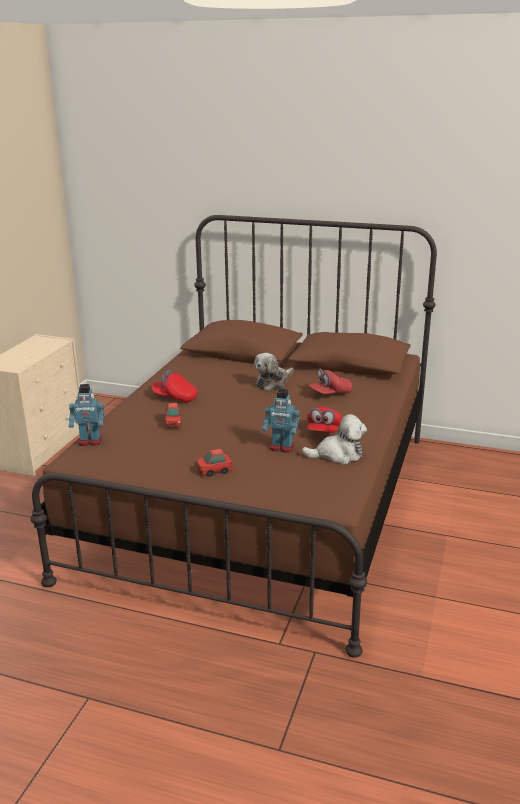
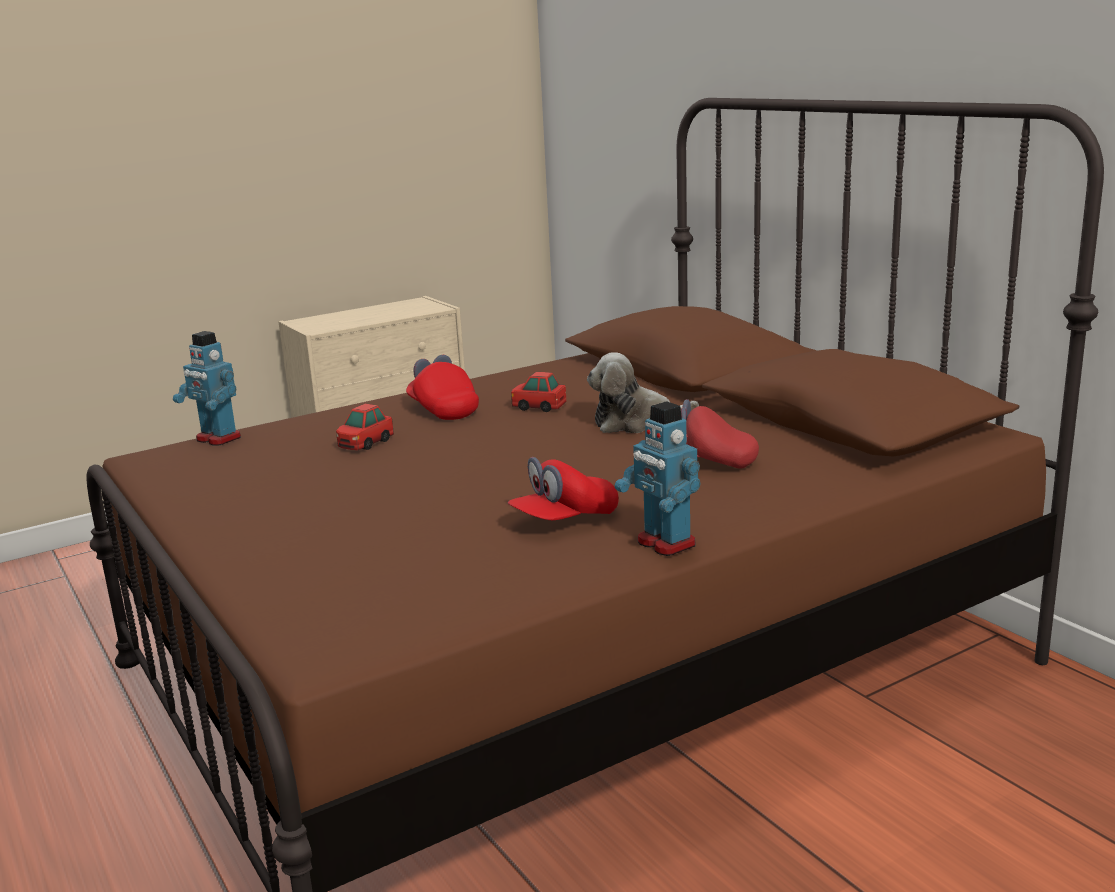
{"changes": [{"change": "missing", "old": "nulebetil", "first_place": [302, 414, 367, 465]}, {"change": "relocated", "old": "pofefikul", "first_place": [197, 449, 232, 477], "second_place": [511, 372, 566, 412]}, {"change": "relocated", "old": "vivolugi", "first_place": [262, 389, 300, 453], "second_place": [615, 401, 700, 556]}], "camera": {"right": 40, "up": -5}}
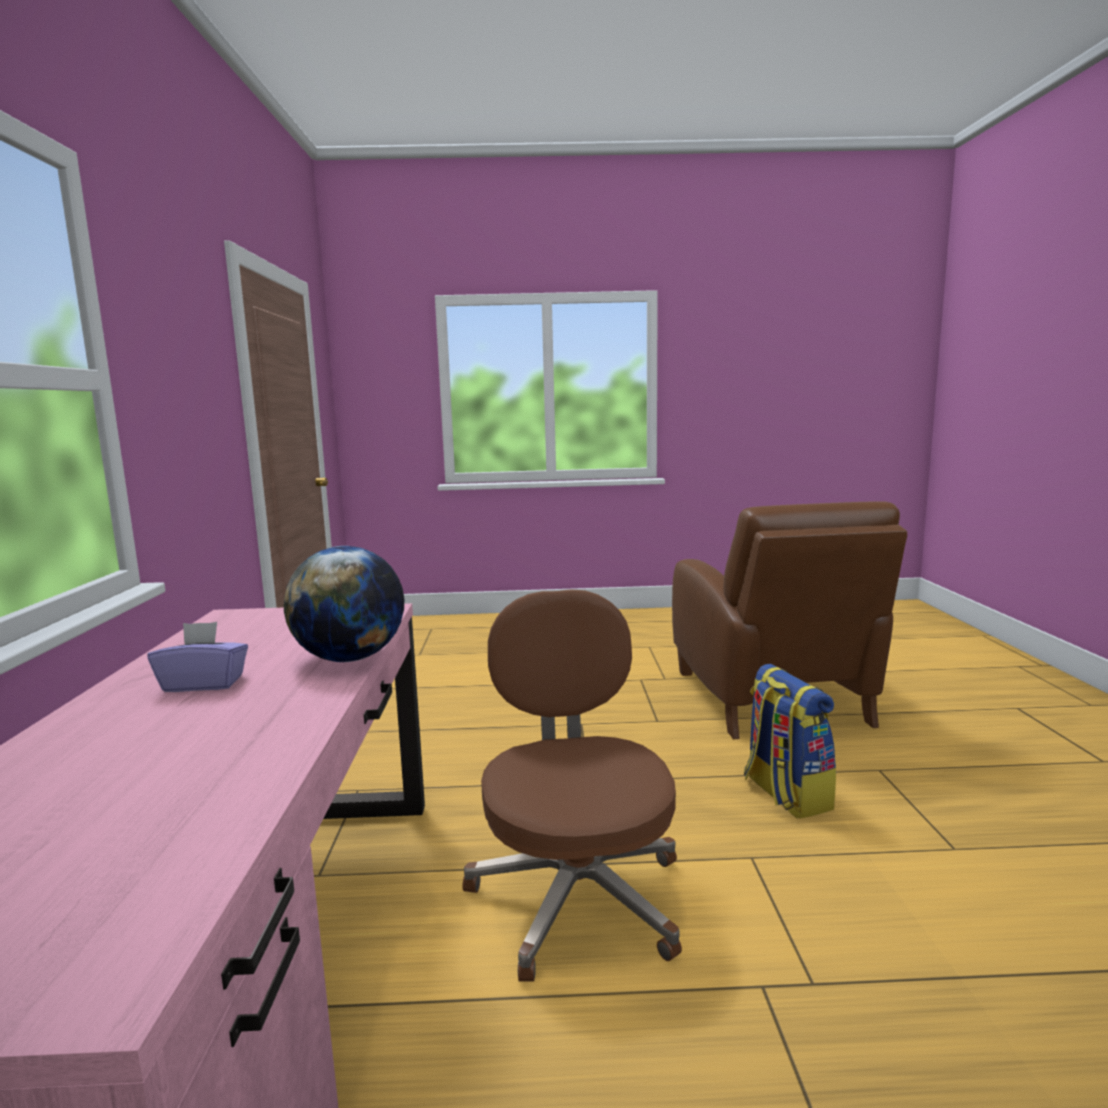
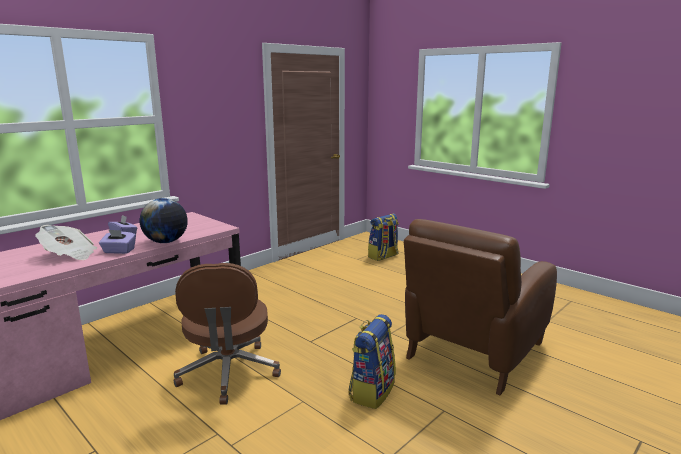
{"changes": [{"change": "appeared", "new": "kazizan", "second_place": [35, 225, 97, 260]}, {"change": "appeared", "new": "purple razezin", "second_place": [99, 230, 136, 254]}, {"change": "appeared", "new": "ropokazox", "second_place": [368, 214, 399, 261]}, {"change": "spun", "old": "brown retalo", "first_place": [463, 589, 682, 981], "second_place": [174, 263, 281, 405], "degrees": 135}], "camera": {"right": 45, "up": 5}}
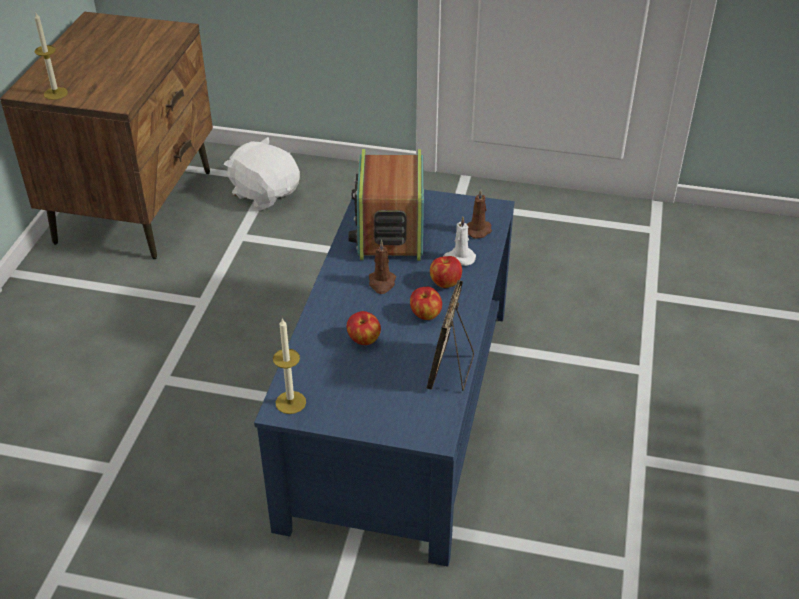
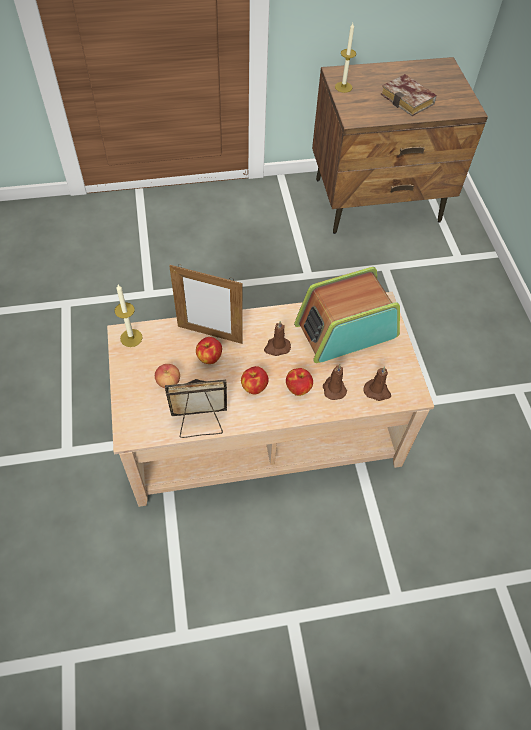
{"changes": [{"change": "missing", "old": "white nulebetil", "first_place": [224, 137, 300, 211]}, {"change": "appeared", "new": "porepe", "second_place": [155, 364, 180, 388]}, {"change": "appeared", "new": "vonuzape", "second_place": [169, 264, 243, 344]}, {"change": "appeared", "new": "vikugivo", "second_place": [381, 74, 437, 116]}, {"change": "colour", "old": "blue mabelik", "new": "beige mabelik", "first_place": [254, 190, 515, 567], "second_place": [107, 292, 434, 507]}, {"change": "colour", "old": "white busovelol", "new": "brown busovelol", "first_place": [443, 216, 476, 266], "second_place": [323, 364, 347, 400]}], "camera": {"right": 65, "up": 15}}
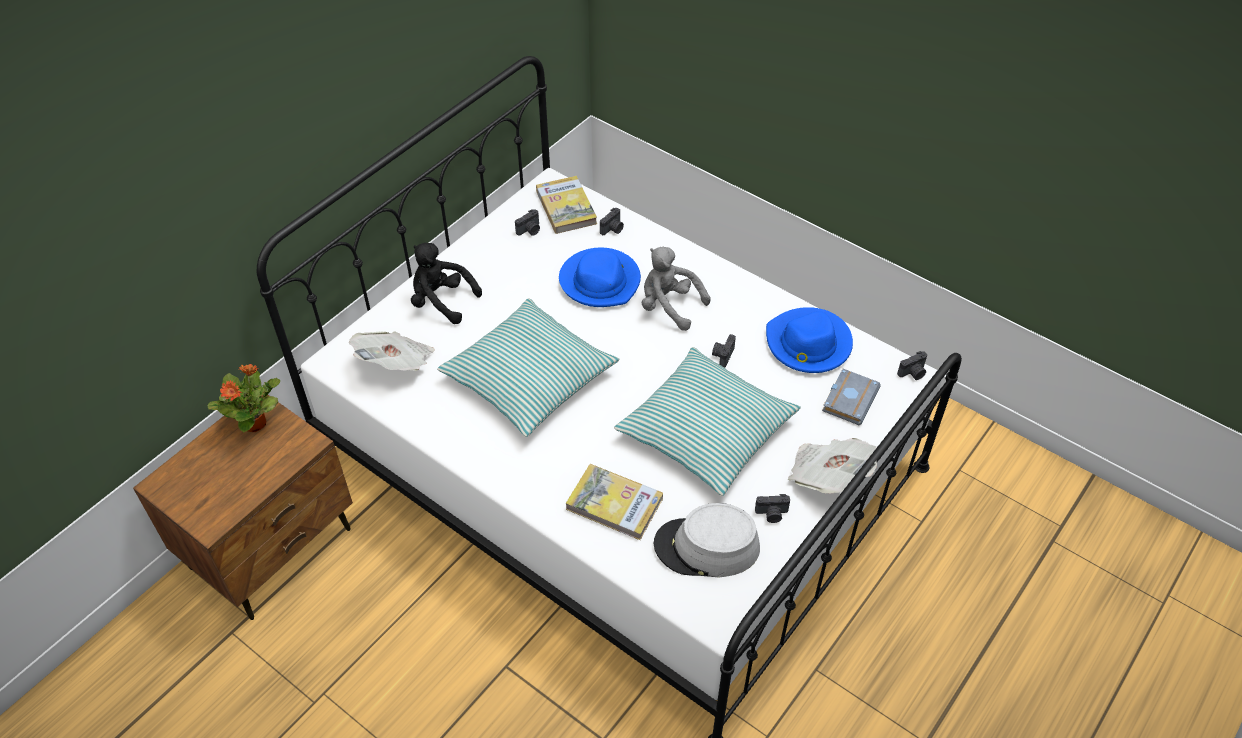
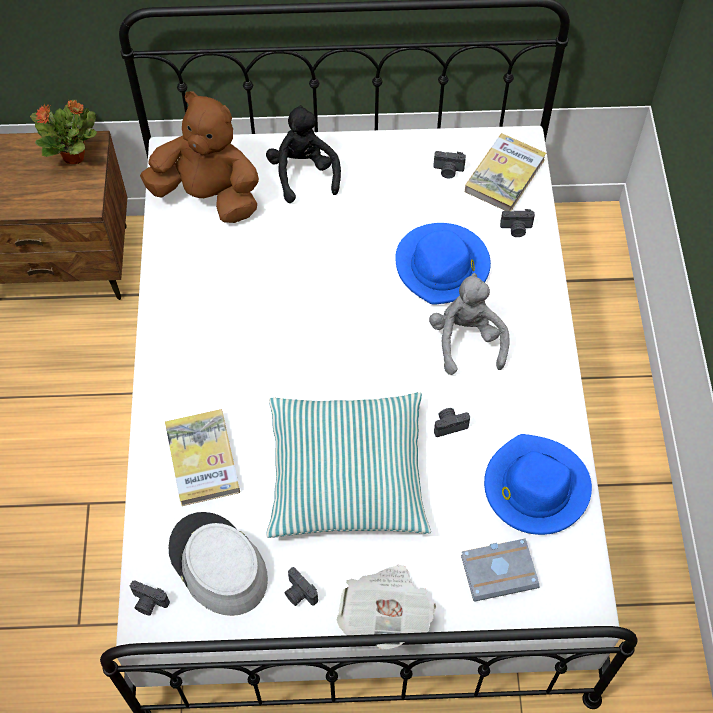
{"changes": [{"change": "missing", "old": "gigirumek", "first_place": [437, 298, 619, 437]}, {"change": "relocated", "old": "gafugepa", "first_place": [897, 351, 927, 380], "second_place": [130, 580, 170, 616]}, {"change": "exchanged", "old": "kazizan", "new": "brown nulebetil", "first_place": [349, 332, 435, 371], "second_place": [140, 91, 259, 223]}], "camera": {"right": 50, "up": 10}}
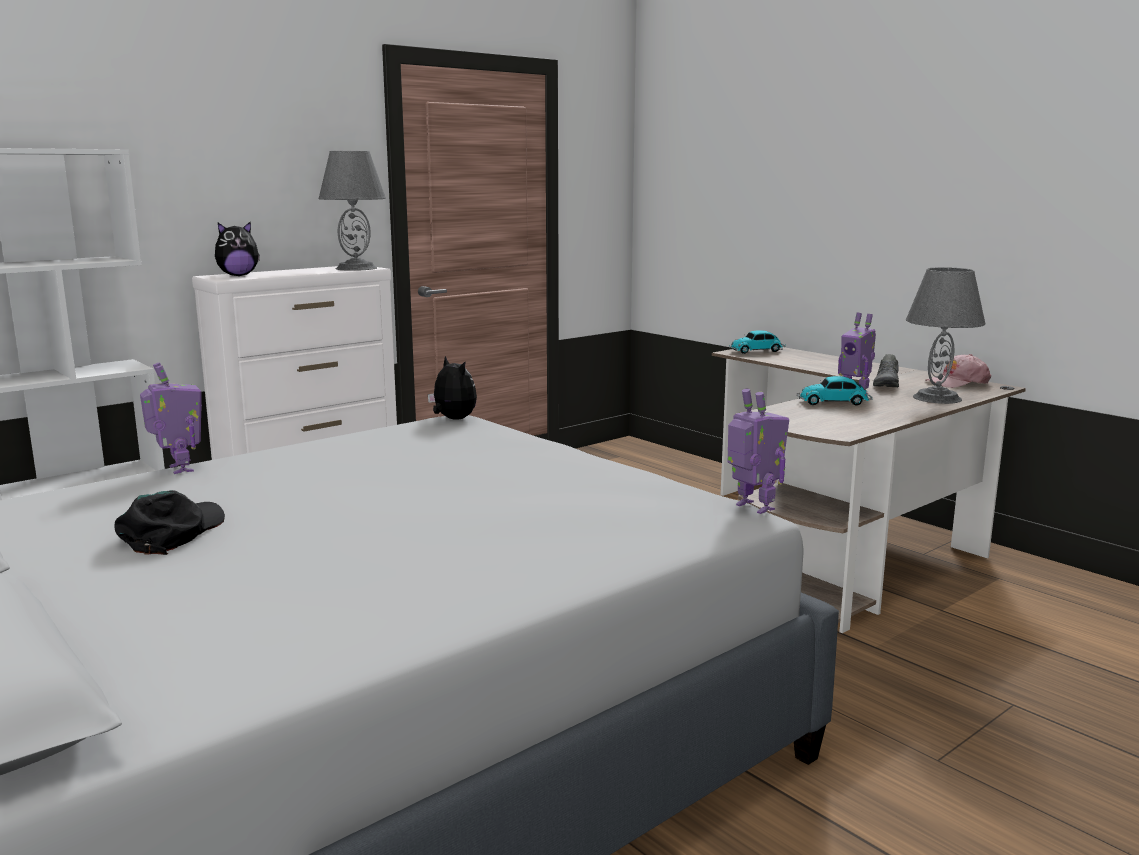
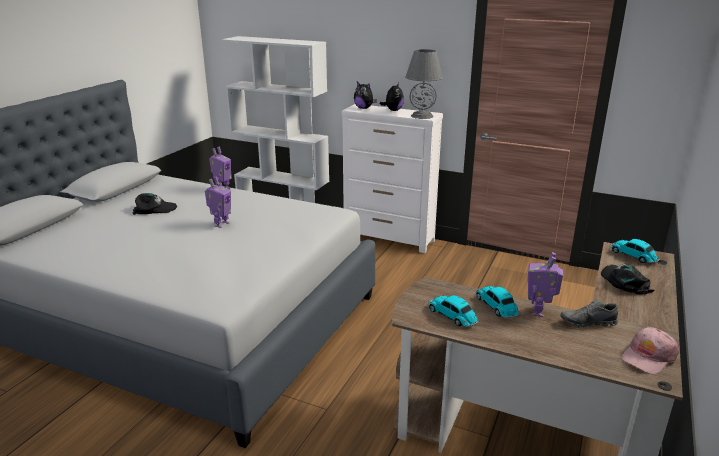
{"changes": [{"change": "missing", "old": "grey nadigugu", "first_place": [906, 267, 986, 404]}, {"change": "appeared", "new": "pofefikul", "second_place": [427, 295, 480, 327]}, {"change": "appeared", "new": "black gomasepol", "second_place": [601, 264, 654, 295]}, {"change": "relocated", "old": "nulebetil", "first_place": [428, 356, 477, 419], "second_place": [380, 83, 404, 111]}, {"change": "relocated", "old": "vivolugi", "first_place": [728, 389, 789, 514], "second_place": [205, 177, 231, 228]}, {"change": "spun", "old": "pink gomasepol", "first_place": [926, 354, 991, 388], "second_place": [621, 327, 679, 374], "degrees": -90}], "camera": {"right": 65, "up": 10}}
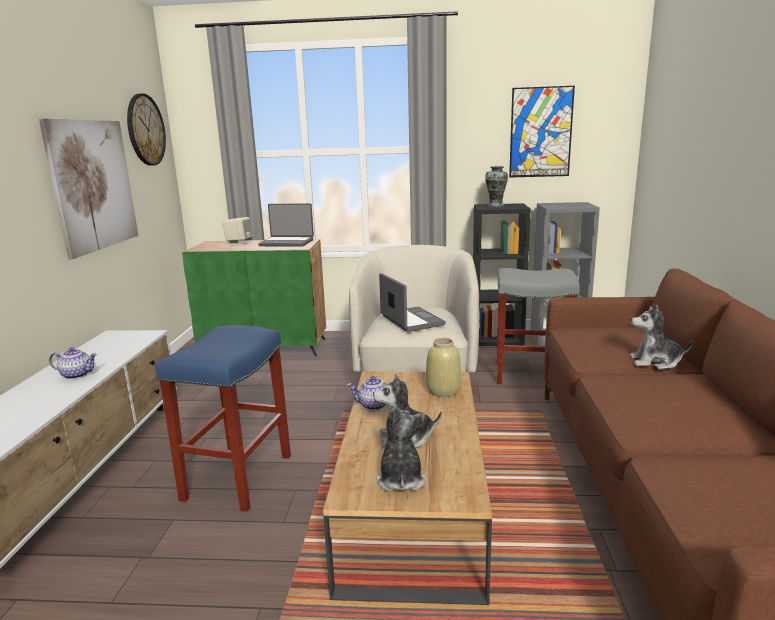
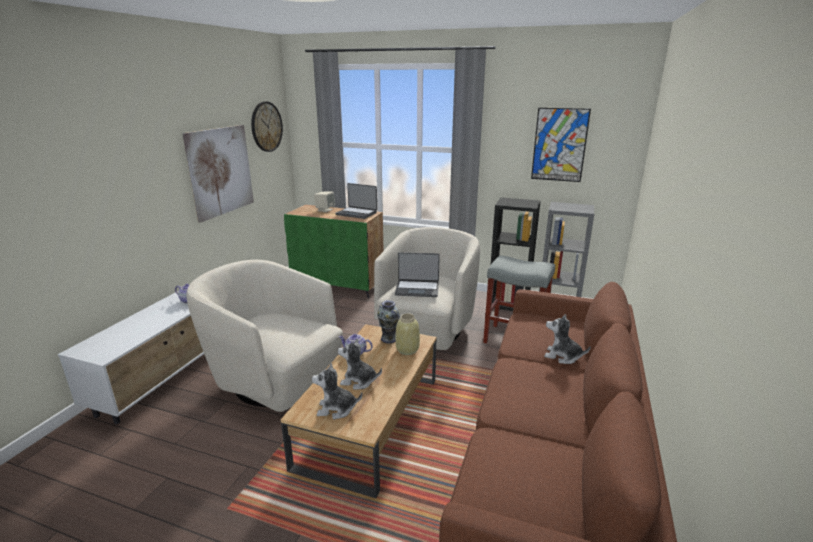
{"changes": [{"change": "relocated", "old": "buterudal", "first_place": [485, 166, 508, 208], "second_place": [377, 300, 400, 343]}, {"change": "exchanged", "old": "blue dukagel", "new": "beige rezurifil", "first_place": [156, 325, 291, 512], "second_place": [186, 260, 343, 412]}, {"change": "spun", "old": "nulebetil", "first_place": [376, 404, 426, 491], "second_place": [312, 363, 362, 419], "degrees": -105}, {"change": "spun", "old": "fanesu", "first_place": [379, 273, 446, 332], "second_place": [395, 252, 440, 297], "degrees": 105}], "camera": {"right": 15, "up": 5}}
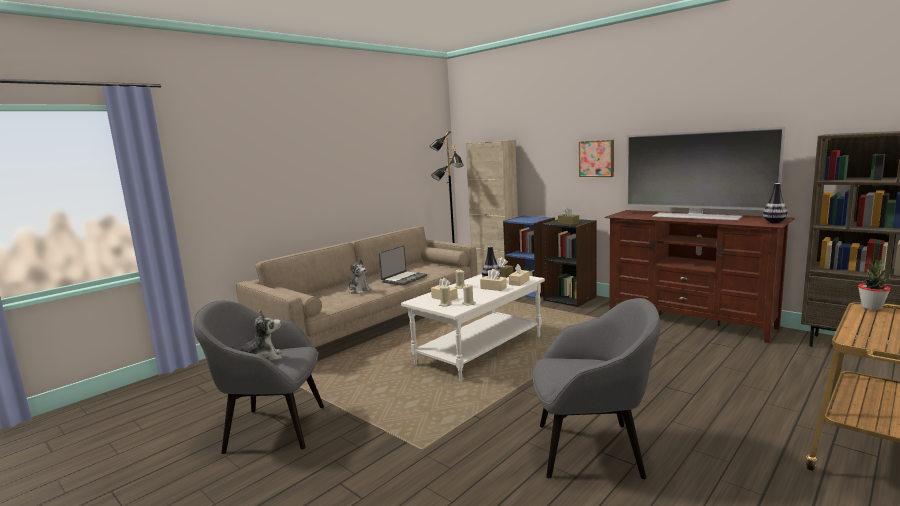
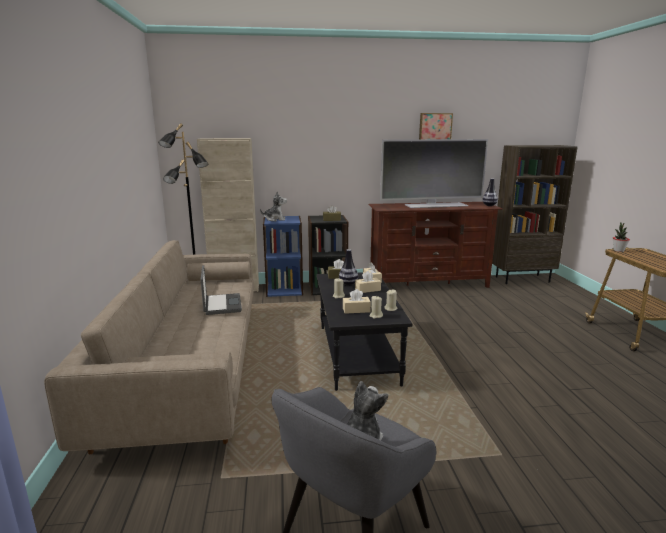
{"changes": [{"change": "missing", "old": "grey rezurifil", "first_place": [533, 298, 660, 479]}, {"change": "relocated", "old": "nulebetil", "first_place": [348, 259, 372, 294], "second_place": [260, 192, 287, 221]}, {"change": "relocated", "old": "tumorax", "first_place": [579, 140, 614, 177], "second_place": [419, 113, 453, 139]}, {"change": "colour", "old": "white mabelik", "new": "black mabelik", "first_place": [401, 274, 545, 381], "second_place": [316, 272, 412, 391]}], "camera": {"right": -50, "up": 5}}
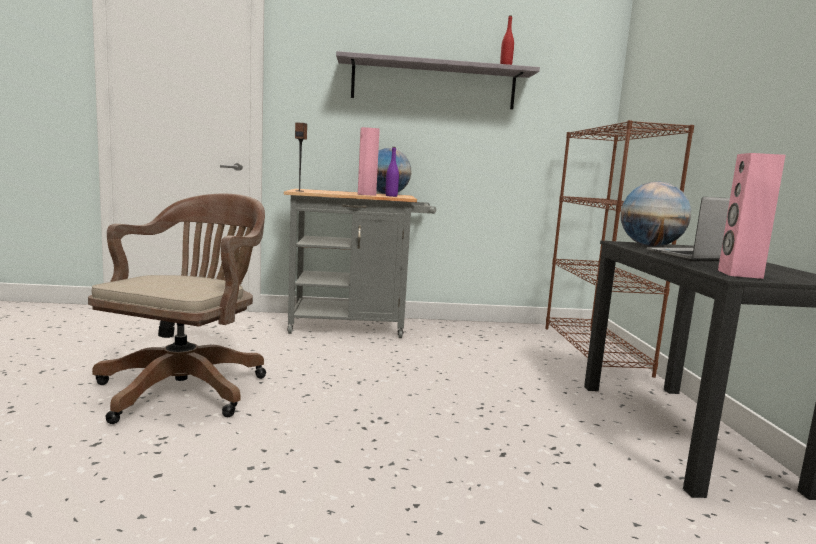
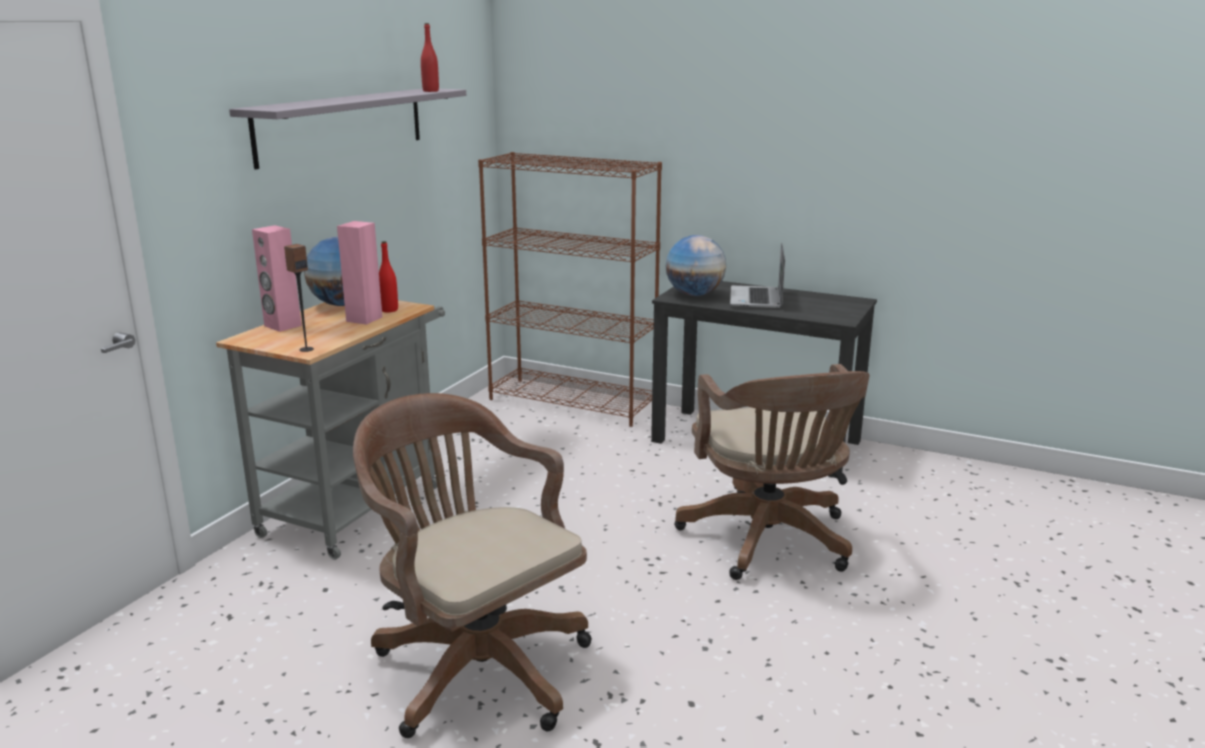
{"changes": [{"change": "appeared", "new": "brown retalo", "second_place": [674, 364, 870, 580]}, {"change": "relocated", "old": "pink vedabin", "first_place": [718, 153, 786, 279], "second_place": [252, 225, 302, 332]}, {"change": "colour", "old": "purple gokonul", "new": "red gokonul", "first_place": [385, 147, 399, 197], "second_place": [379, 241, 398, 312]}], "camera": {"right": -60, "up": 10}}
